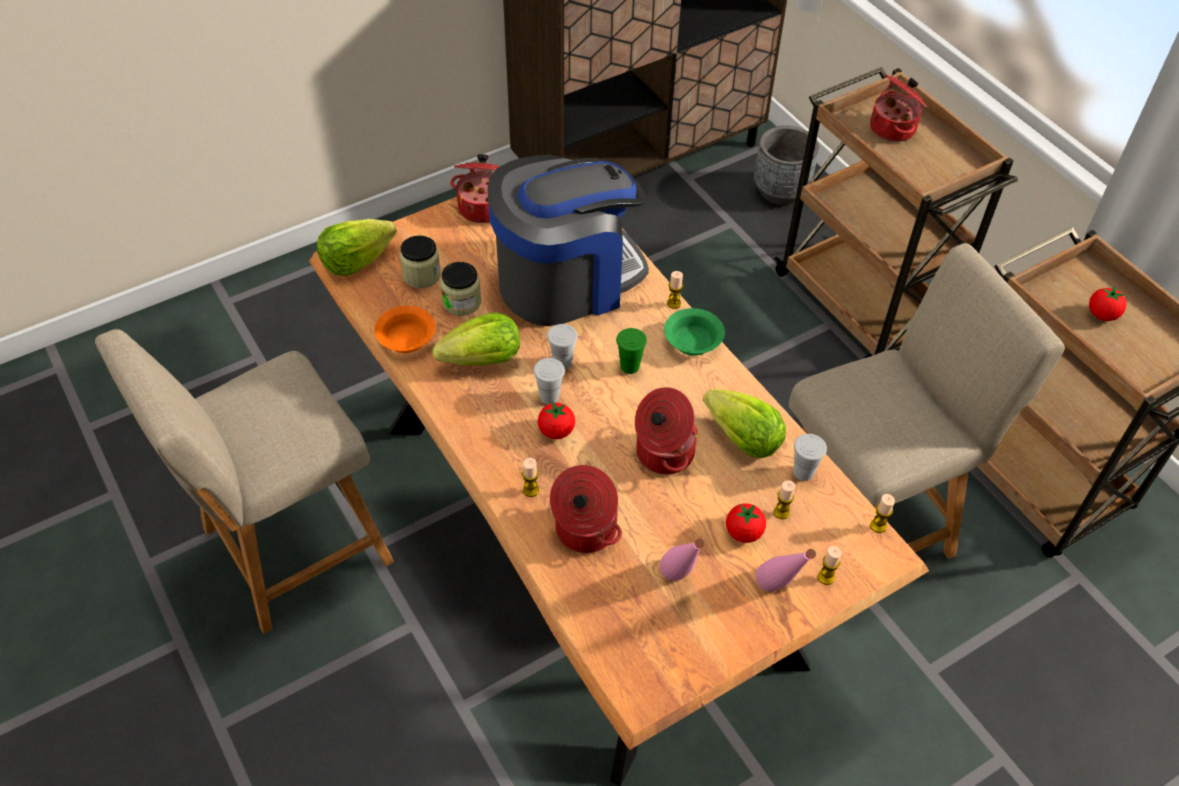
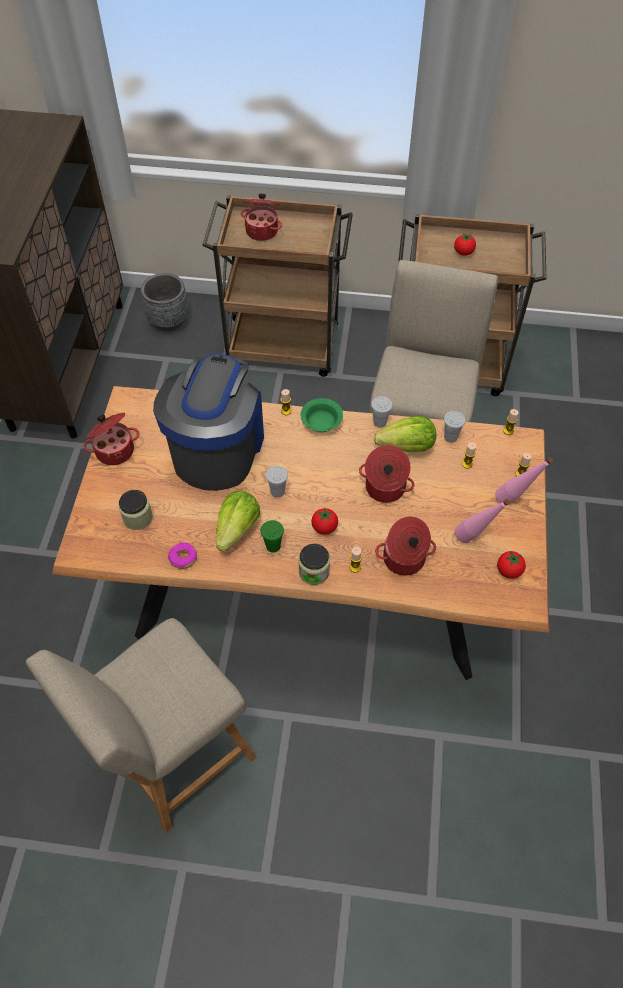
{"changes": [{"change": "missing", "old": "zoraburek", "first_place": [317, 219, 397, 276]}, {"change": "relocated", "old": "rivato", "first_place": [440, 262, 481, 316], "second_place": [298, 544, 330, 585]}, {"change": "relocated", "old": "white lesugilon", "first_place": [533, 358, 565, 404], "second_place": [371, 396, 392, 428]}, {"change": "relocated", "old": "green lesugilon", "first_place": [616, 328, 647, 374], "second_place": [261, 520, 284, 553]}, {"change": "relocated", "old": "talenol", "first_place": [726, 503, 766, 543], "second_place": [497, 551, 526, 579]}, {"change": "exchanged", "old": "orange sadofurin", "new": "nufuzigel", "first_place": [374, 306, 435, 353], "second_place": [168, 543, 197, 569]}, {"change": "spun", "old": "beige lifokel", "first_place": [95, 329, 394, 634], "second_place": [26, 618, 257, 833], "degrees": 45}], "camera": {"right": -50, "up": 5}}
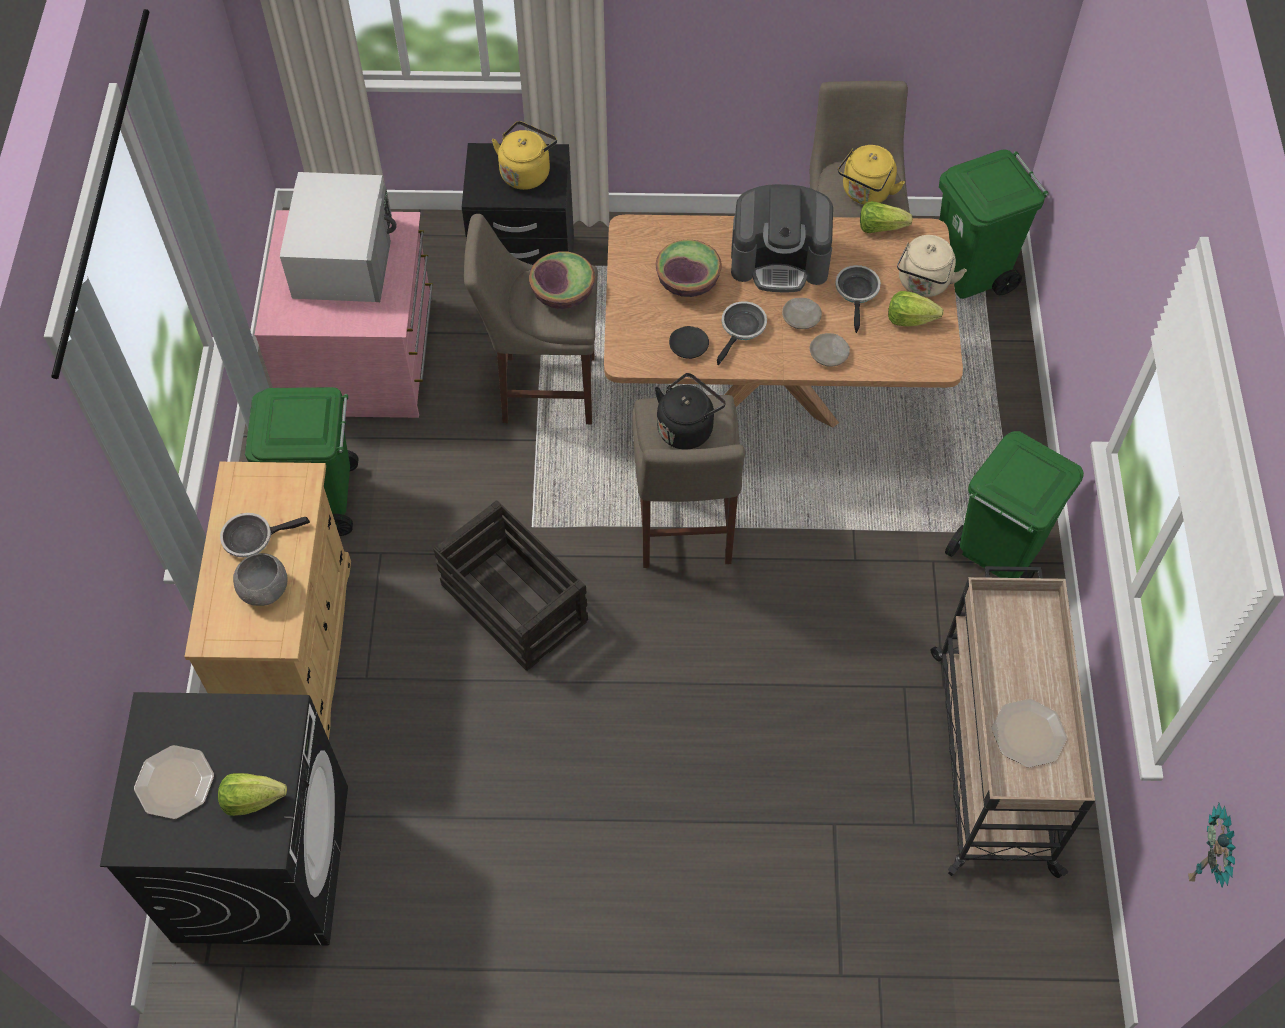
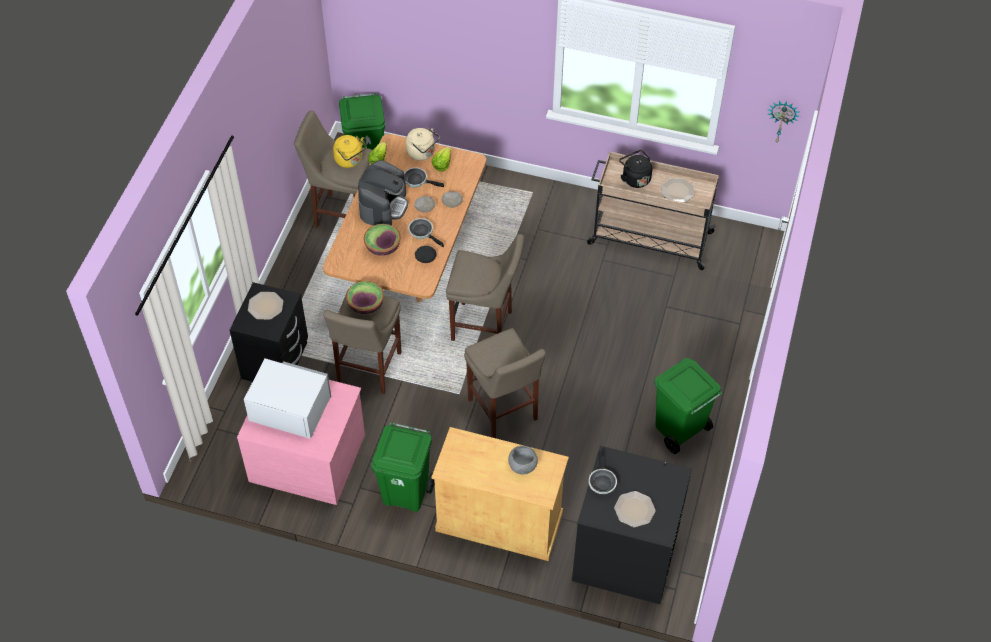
{"changes": [{"change": "missing", "old": "zoraburek", "first_place": [218, 773, 287, 816]}, {"change": "relocated", "old": "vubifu", "first_place": [220, 513, 310, 557], "second_place": [588, 451, 617, 494]}, {"change": "relocated", "old": "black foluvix", "first_place": [655, 373, 726, 450], "second_place": [619, 150, 652, 188]}, {"change": "relocated", "old": "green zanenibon", "first_place": [945, 431, 1084, 578], "second_place": [655, 358, 722, 454]}, {"change": "exchanged", "old": "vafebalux", "new": "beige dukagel", "first_place": [433, 501, 588, 670], "second_place": [464, 328, 546, 438]}, {"change": "exchanged", "old": "yellow foluvix", "new": "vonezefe", "first_place": [492, 121, 557, 190], "second_place": [248, 292, 283, 320]}], "camera": {"right": -75, "up": -5}}
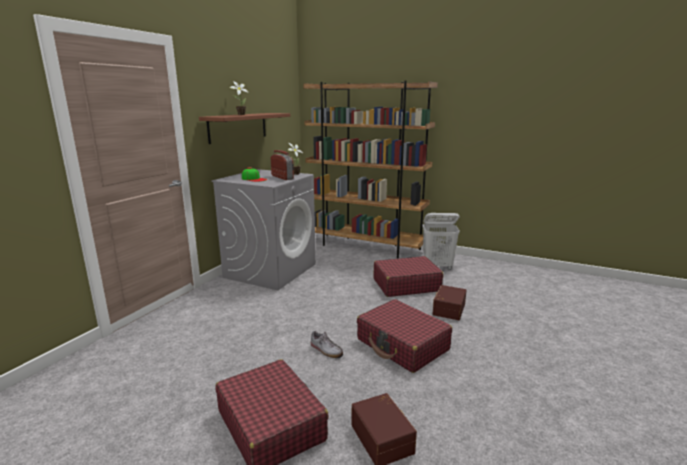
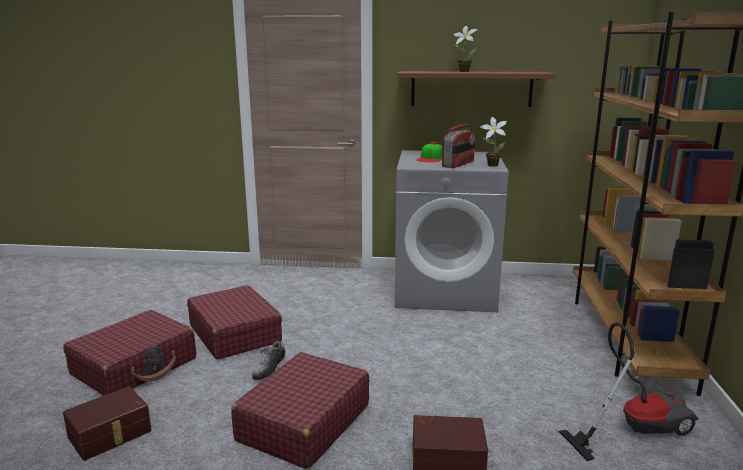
{"changes": [{"change": "relocated", "old": "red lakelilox", "first_place": [373, 256, 443, 297], "second_place": [187, 285, 282, 360]}, {"change": "exchanged", "old": "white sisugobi", "new": "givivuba", "first_place": [422, 213, 460, 270], "second_place": [559, 322, 698, 461]}], "camera": {"right": 70, "up": 0}}
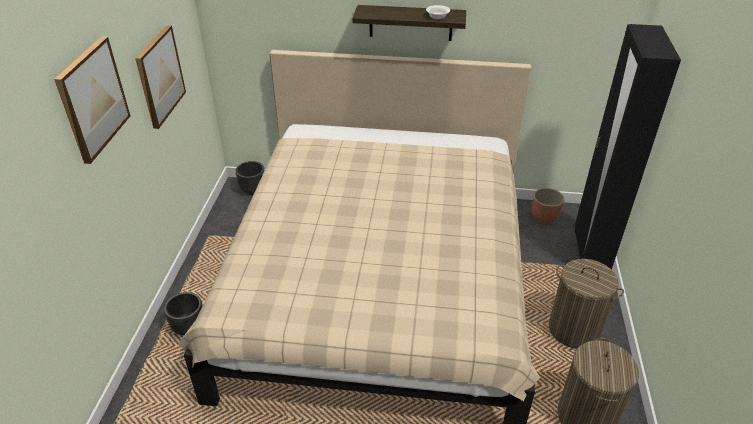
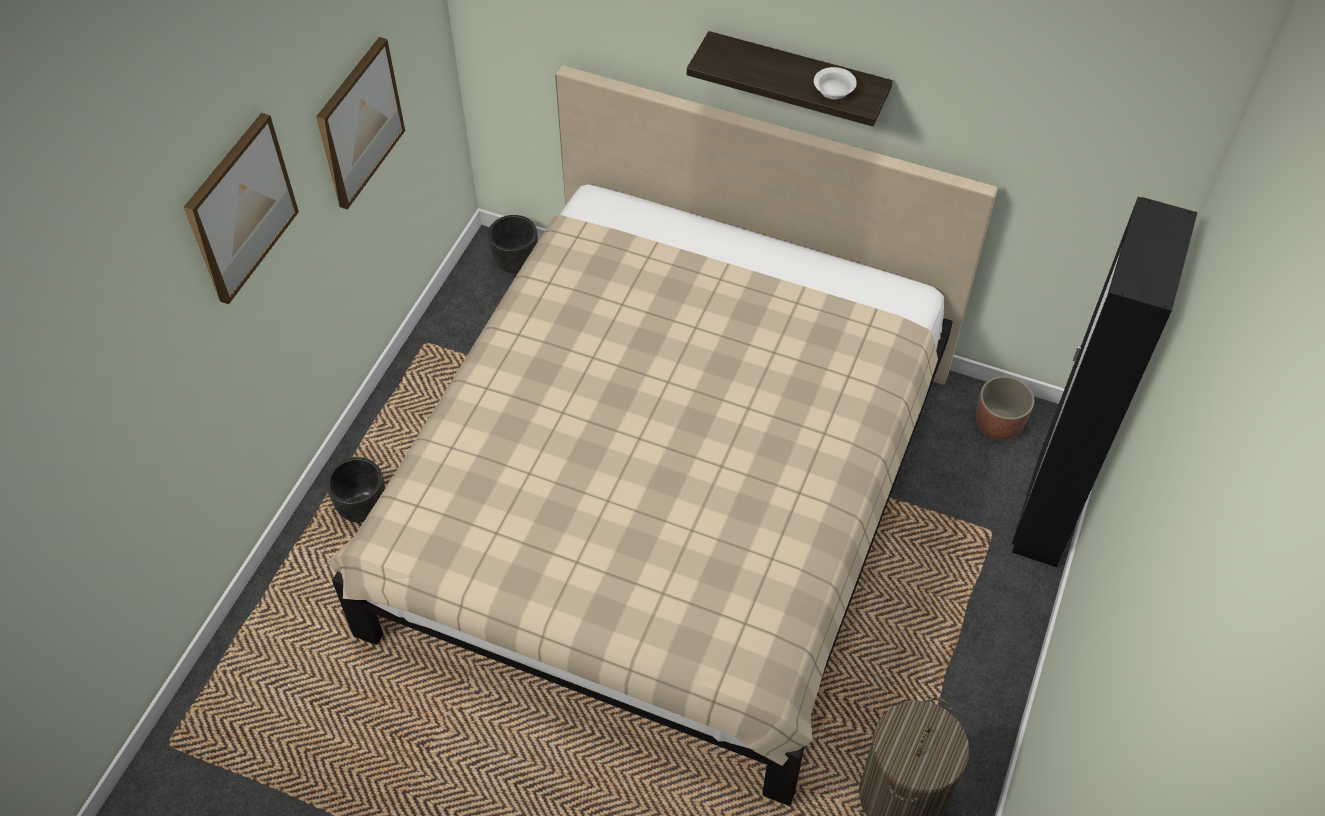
{"changes": [{"change": "missing", "old": "sisugobi", "first_place": [549, 259, 624, 349]}], "camera": {"right": 15, "up": 15}}
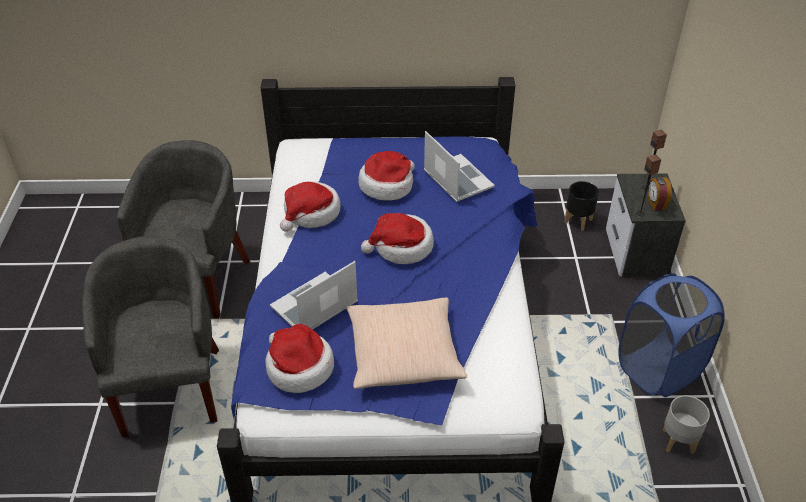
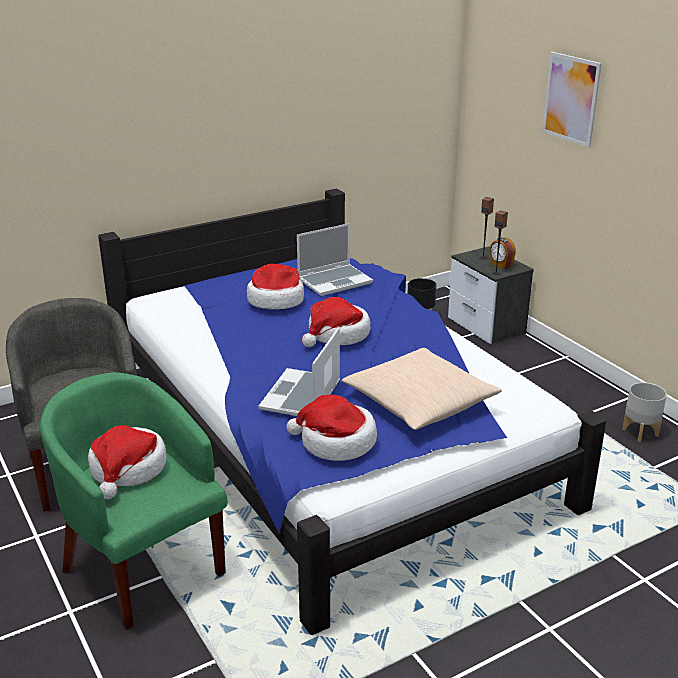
{"changes": [{"change": "missing", "old": "blue sisugobi", "first_place": [618, 273, 725, 397]}, {"change": "appeared", "new": "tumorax", "second_place": [542, 52, 602, 148]}, {"change": "relocated", "old": "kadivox", "first_place": [280, 181, 341, 232], "second_place": [88, 425, 167, 499]}, {"change": "colour", "old": "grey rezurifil", "new": "green rezurifil", "first_place": [82, 236, 219, 438], "second_place": [40, 372, 228, 630]}, {"change": "spun", "old": "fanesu", "first_place": [424, 131, 495, 202], "second_place": [297, 223, 373, 296], "degrees": 120}], "camera": {"right": -30, "up": -15}}
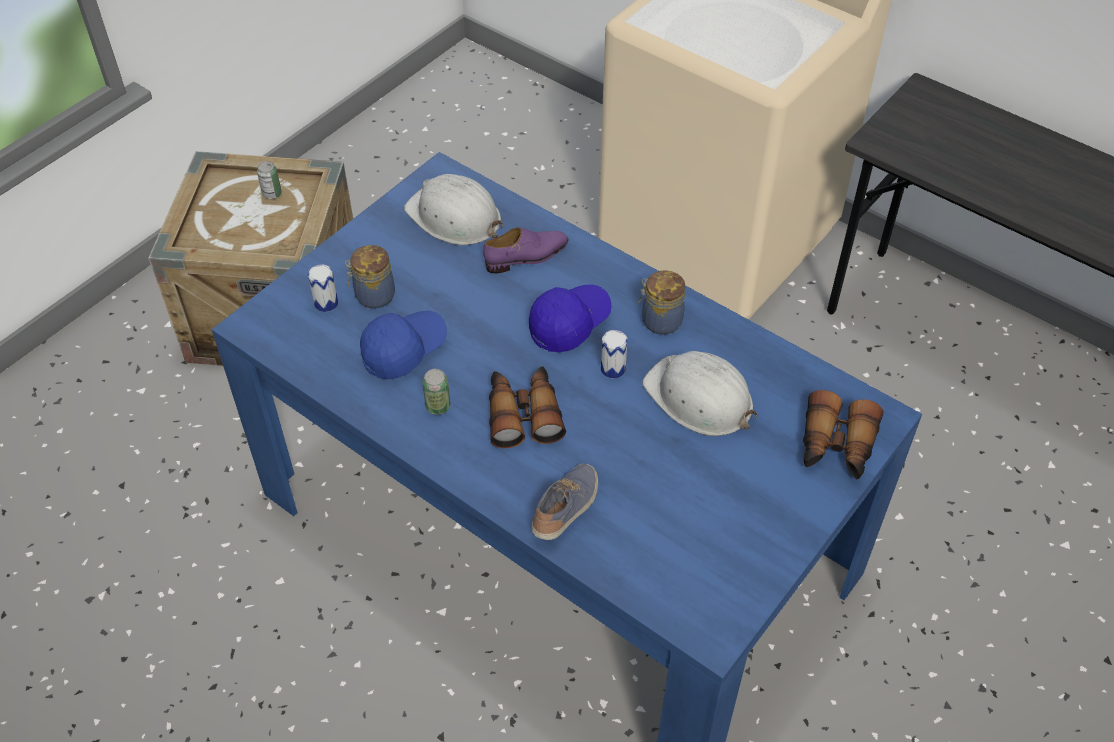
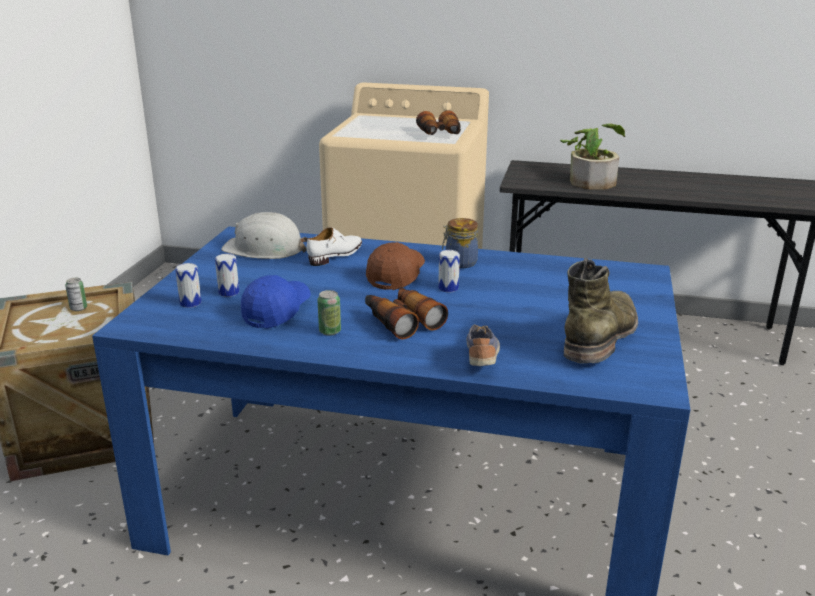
{"changes": [{"change": "missing", "old": "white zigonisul", "first_place": [642, 351, 758, 436]}, {"change": "appeared", "new": "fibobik", "second_place": [560, 124, 625, 190]}, {"change": "appeared", "new": "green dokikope", "second_place": [564, 258, 638, 364]}, {"change": "relocated", "old": "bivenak", "first_place": [803, 390, 883, 479], "second_place": [416, 110, 461, 135]}, {"change": "exchanged", "old": "rivato", "new": "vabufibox", "first_place": [345, 245, 395, 309], "second_place": [215, 254, 239, 297]}, {"change": "colour", "old": "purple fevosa", "new": "white fevosa", "first_place": [483, 227, 568, 273], "second_place": [307, 227, 362, 266]}, {"change": "colour", "old": "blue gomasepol", "new": "brown gomasepol", "first_place": [529, 284, 612, 352], "second_place": [366, 242, 425, 290]}], "camera": {"right": -25, "up": -25}}
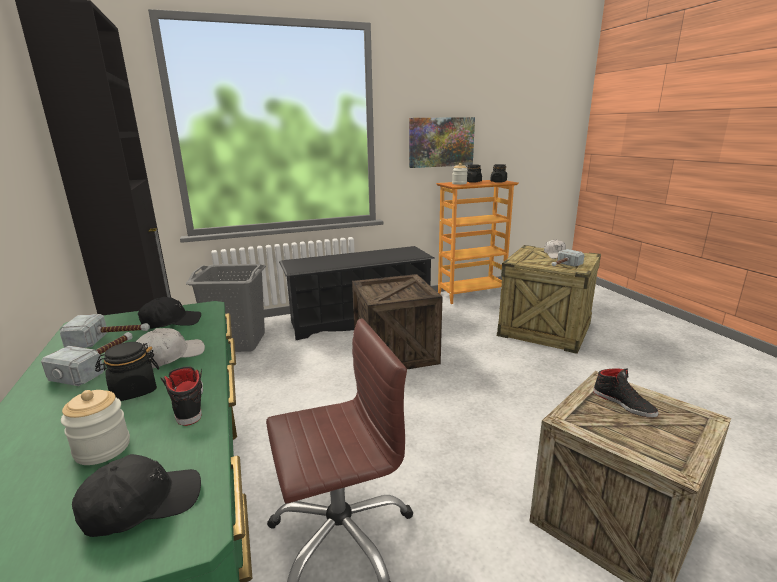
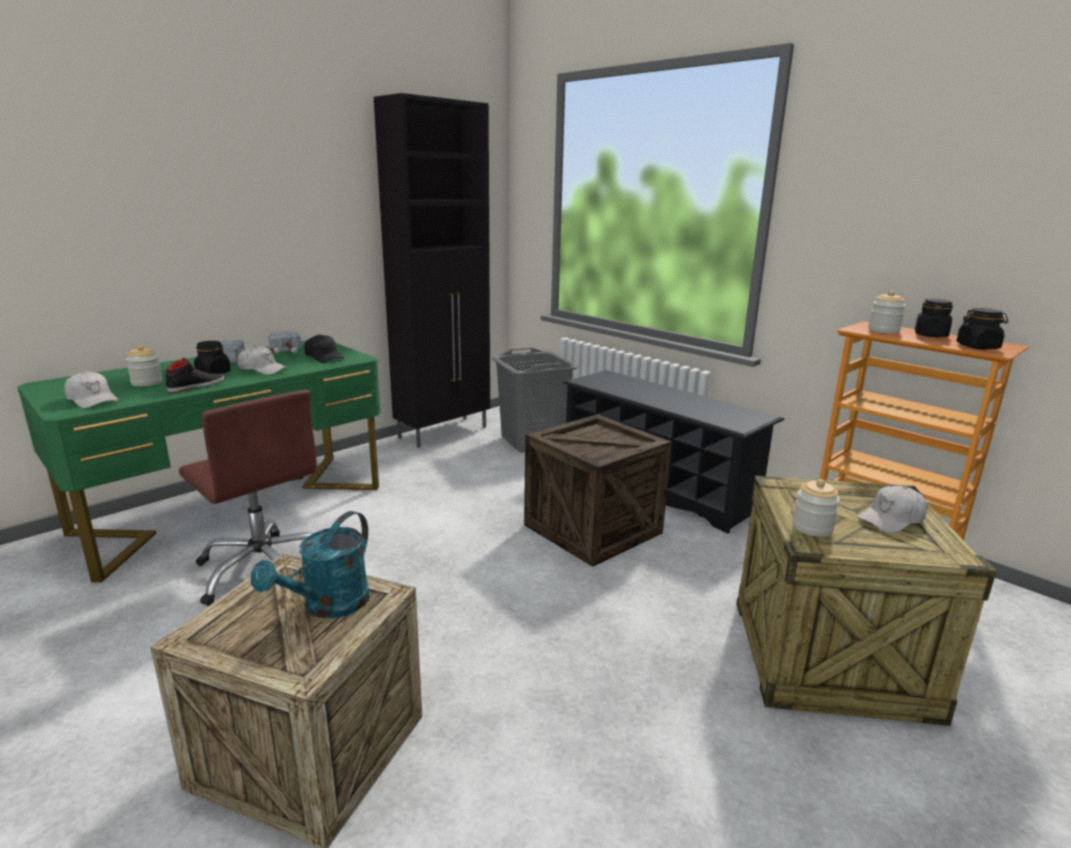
{"changes": [{"change": "missing", "old": "tumorax", "first_place": [409, 117, 475, 168]}, {"change": "exchanged", "old": "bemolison", "new": "rivato", "first_place": [552, 249, 584, 267], "second_place": [793, 479, 840, 537]}, {"change": "exchanged", "old": "black fevosa", "new": "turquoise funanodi", "first_place": [593, 369, 659, 418], "second_place": [251, 511, 370, 618]}, {"change": "colour", "old": "black gomasepol", "new": "white gomasepol", "first_place": [72, 454, 201, 537], "second_place": [64, 371, 119, 408]}], "camera": {"right": 65, "up": 0}}
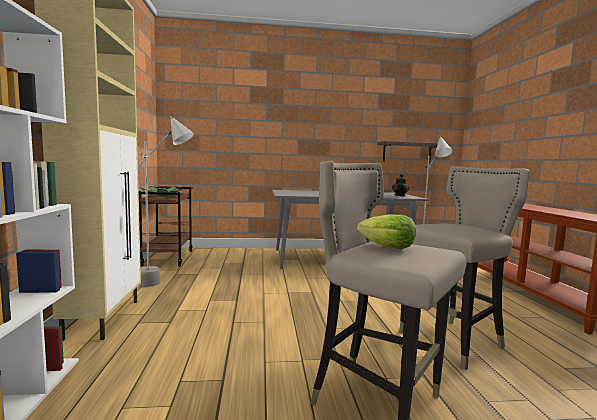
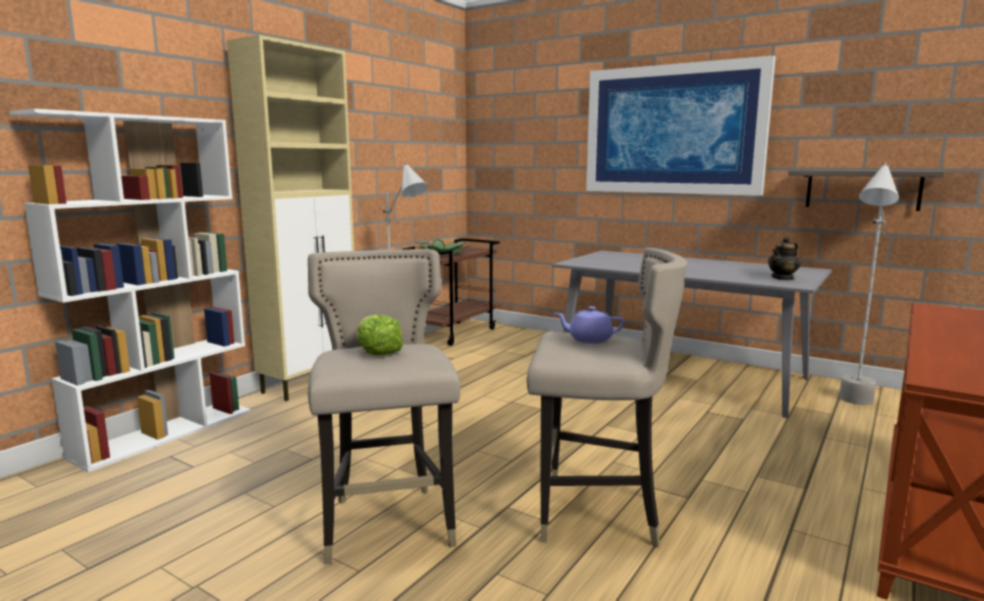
{"changes": [{"change": "appeared", "new": "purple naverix", "second_place": [555, 306, 625, 344]}, {"change": "appeared", "new": "tumorax", "second_place": [586, 56, 775, 196]}], "camera": {"right": 40, "up": 5}}
